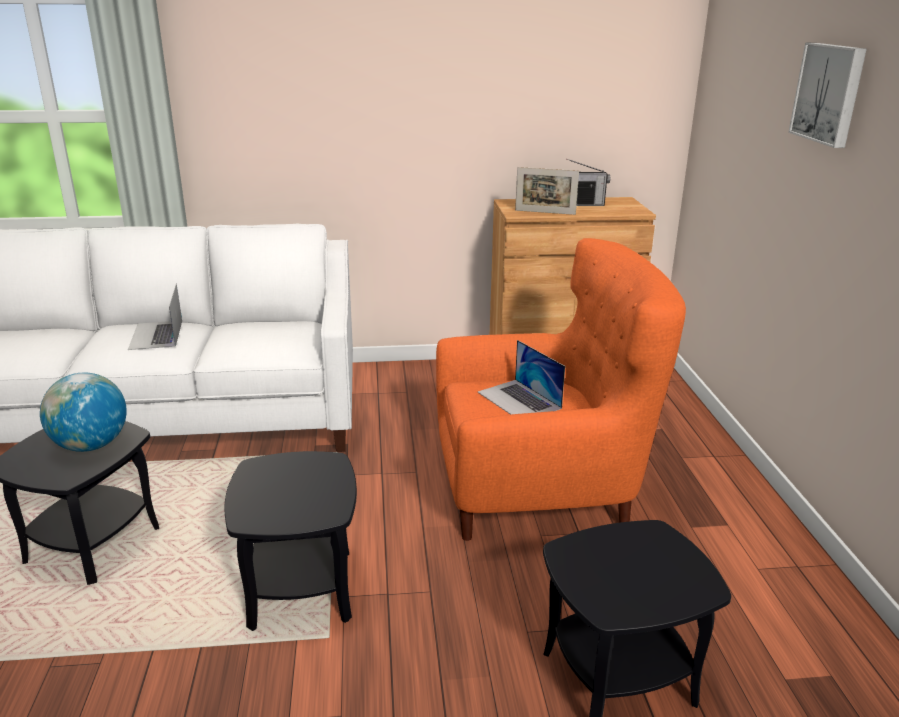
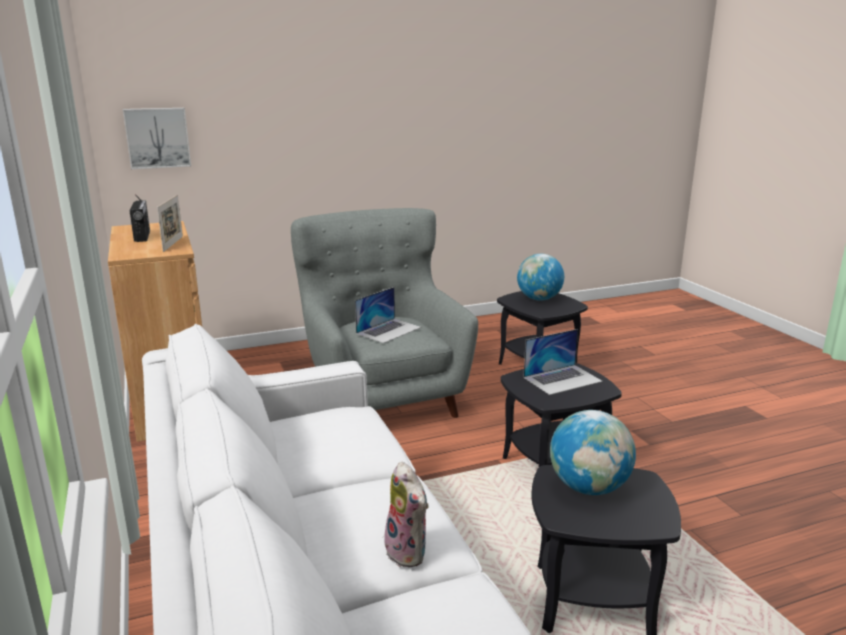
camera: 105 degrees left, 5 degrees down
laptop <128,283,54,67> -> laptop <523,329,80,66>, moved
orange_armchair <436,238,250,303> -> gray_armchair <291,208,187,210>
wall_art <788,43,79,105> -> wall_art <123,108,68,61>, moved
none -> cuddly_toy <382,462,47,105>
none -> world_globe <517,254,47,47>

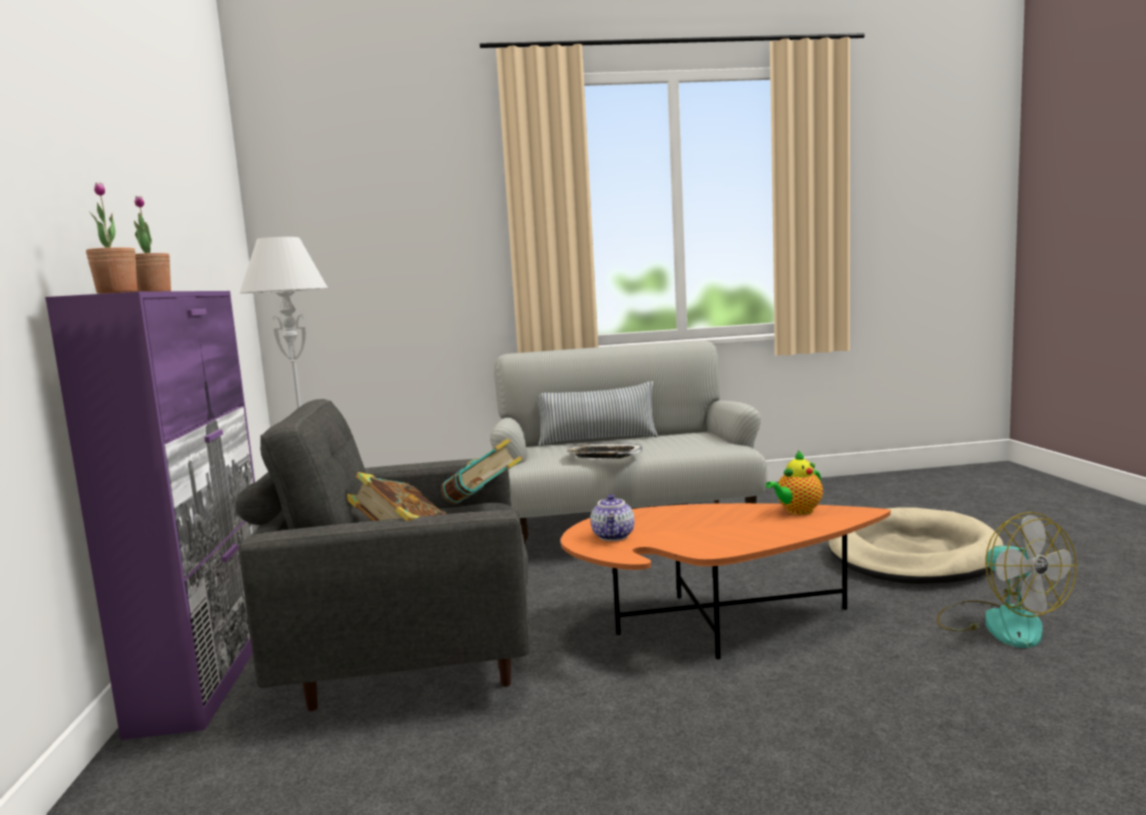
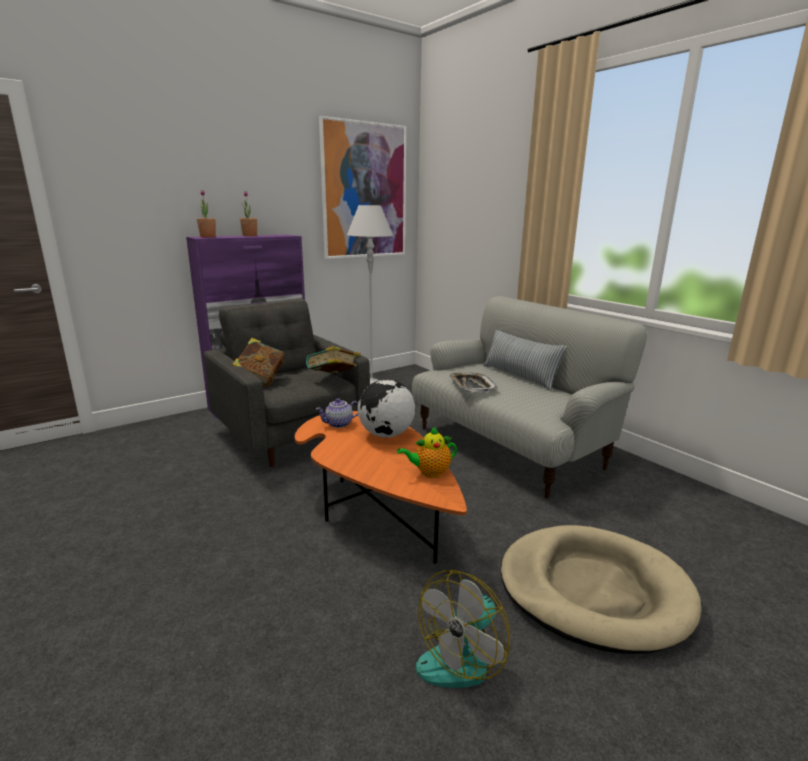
camera: 60 degrees right, 10 degrees up
tea_pot <766,450,57,65> -> tea_pot <397,427,60,50>, 45 degrees counterclockwise
none -> wall_art <319,116,87,143>
none -> world_globe <358,379,57,59>

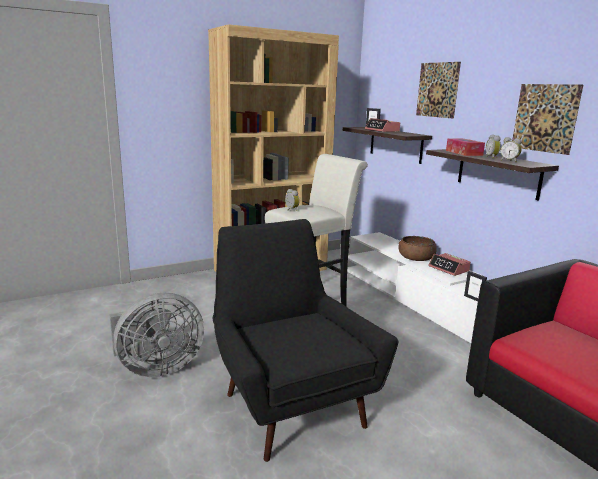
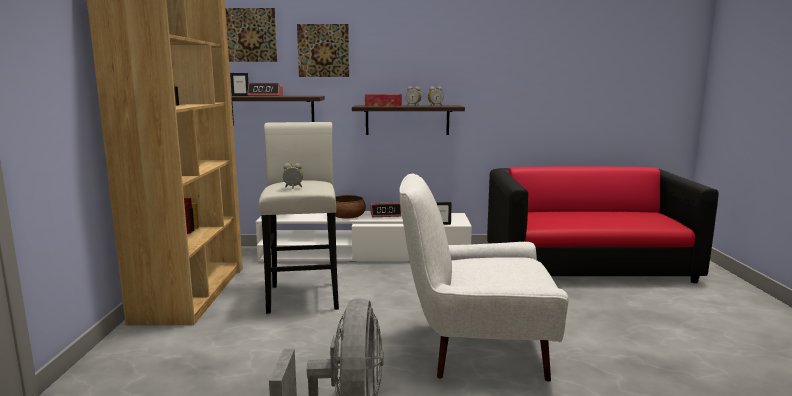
camera: 60 degrees left, 5 degrees down
blackish_armchair <213,219,185,243> -> white_armchair <399,173,170,209>
wall_art <512,84,71,71> -> wall_art <226,8,51,54>, moved

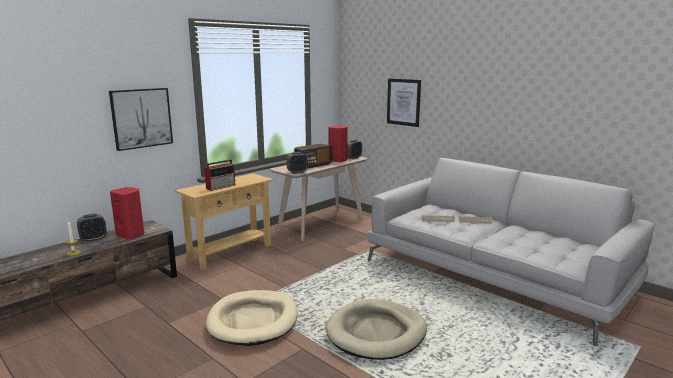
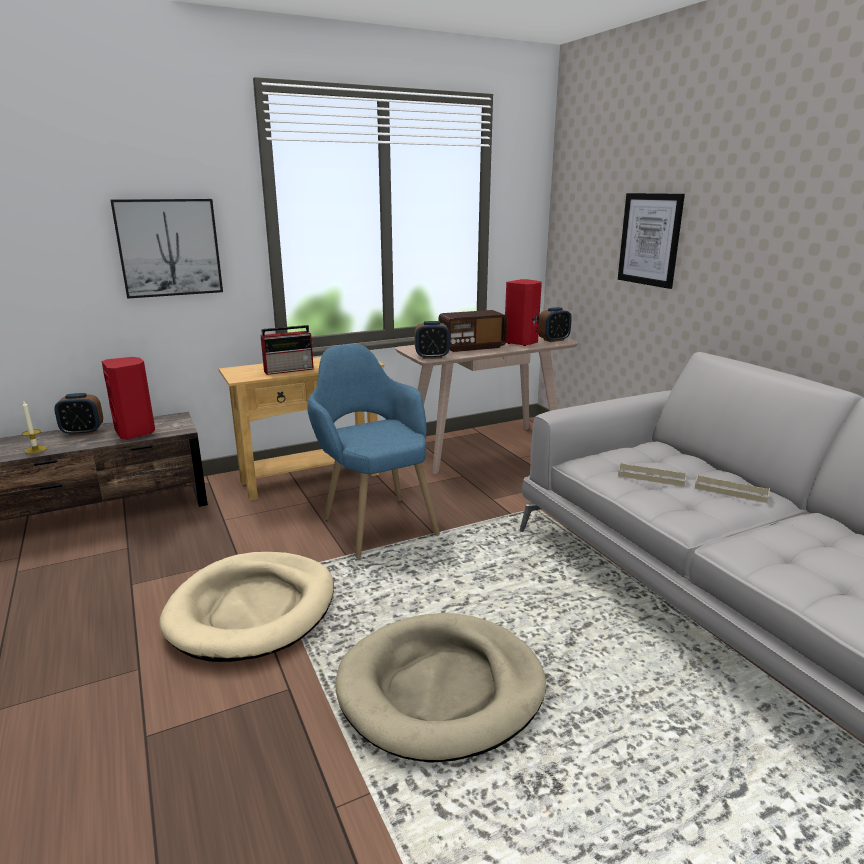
camera: 20 degrees right, 5 degrees up
none -> blue_armchair <307,344,133,214>

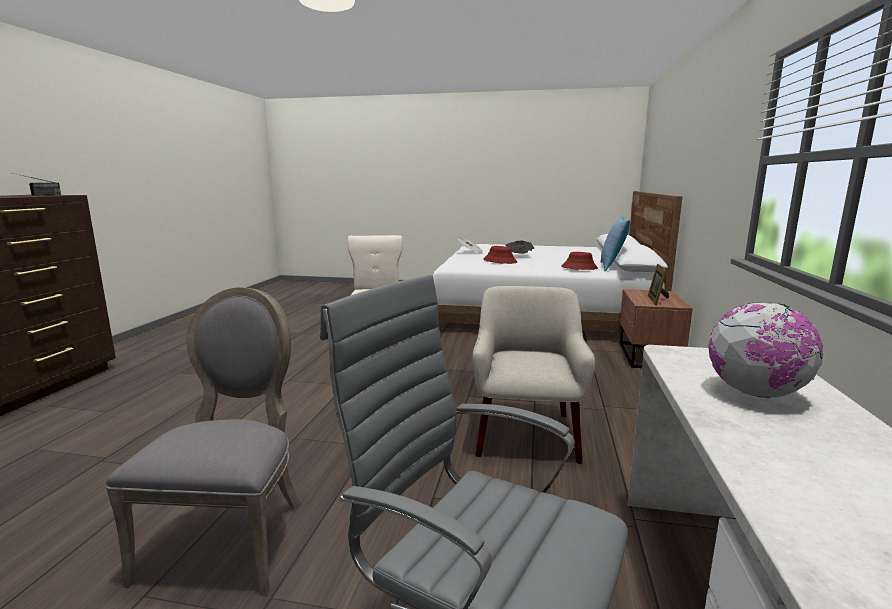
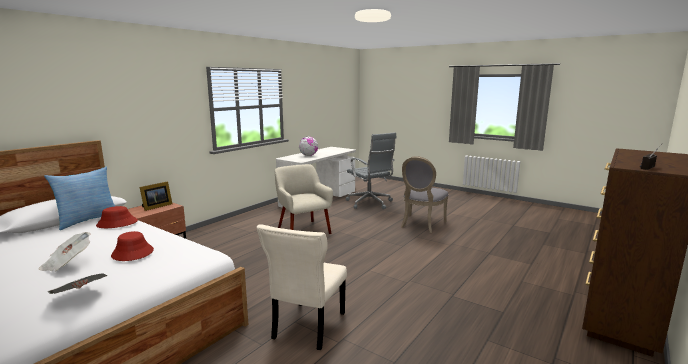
camera: 155 degrees left, 0 degrees up
beige-coloured_armchair <472,286,123,178> -> beige-coloured_armchair <275,164,58,70>, 120 degrees clockwise

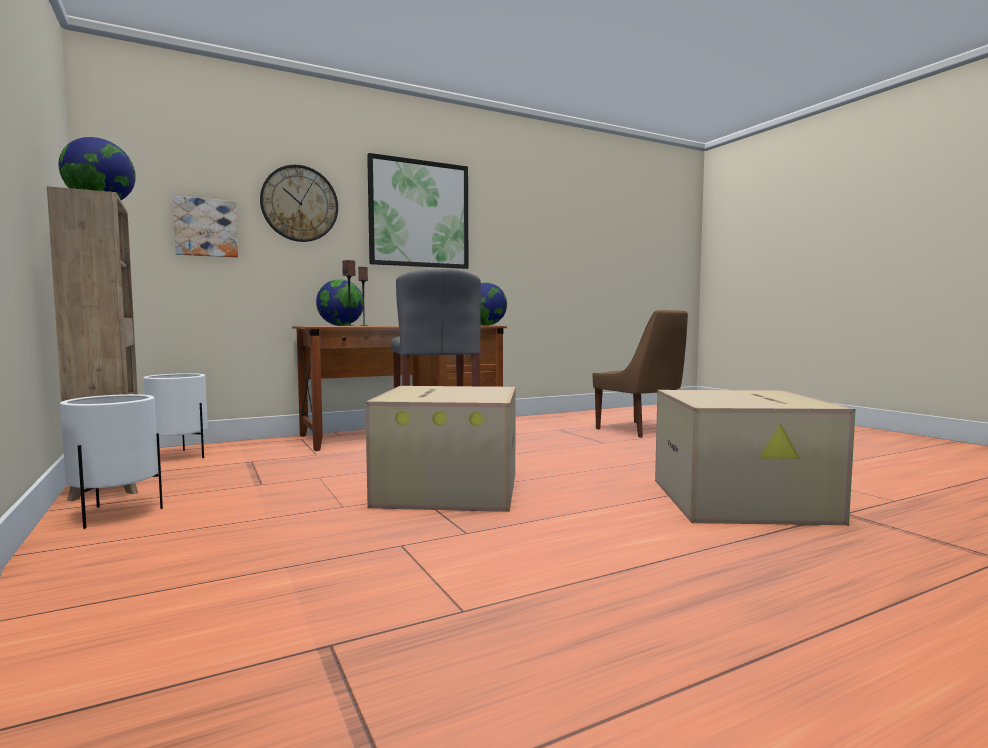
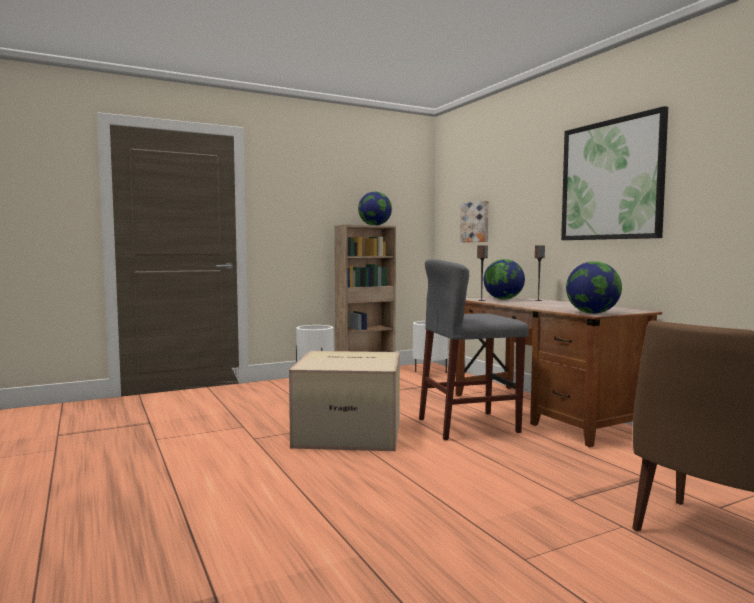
camera: 90 degrees right, 0 degrees up
wall_clock <260,165,78,77> -> none
packing_box <655,390,201,135> -> none

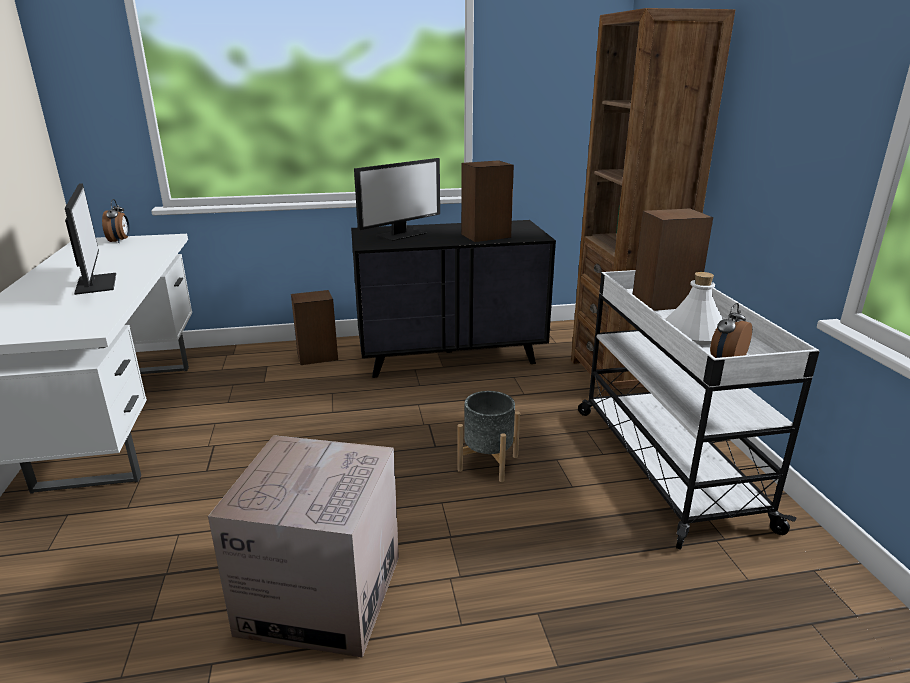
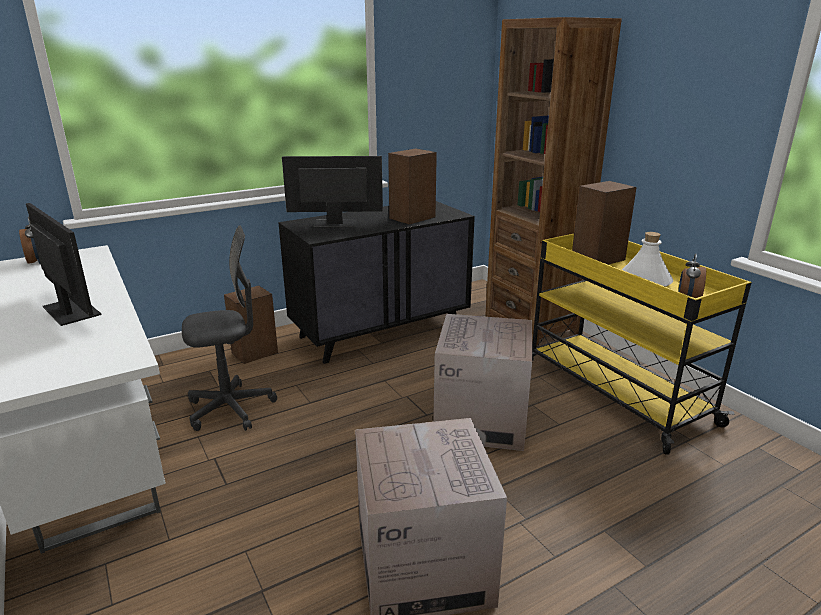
camera: 20 degrees left, 0 degrees up
monitor <354,158,86,83> -> monitor <282,156,101,72>, 120 degrees counterclockwise
gray_planter <457,391,63,91> -> packing_box <433,314,99,137>
white_trolley <578,270,242,280> -> yellowish_trolley <532,234,219,221>
none -> gray_desk_chair <182,225,95,206>

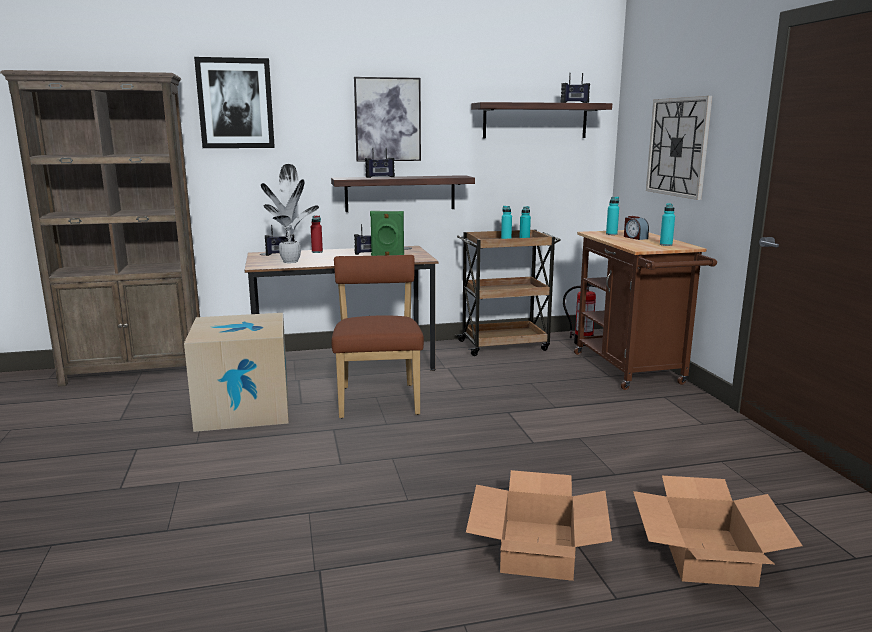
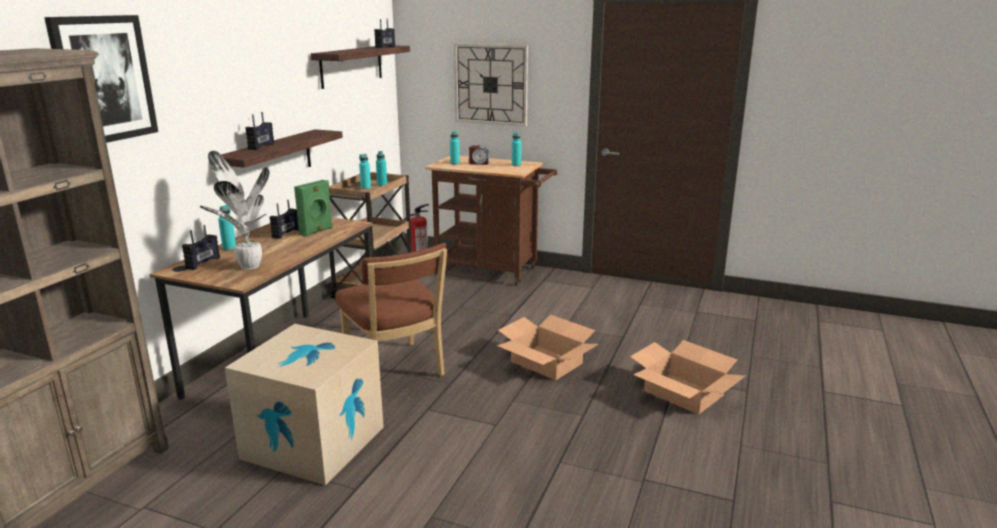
camera: 55 degrees left, 5 degrees up
red-coloured_bottle <311,215,12,38> -> turquoise_bottle <218,205,18,46>
brown_upright_chair <331,255,93,163> -> brown_upright_chair <335,243,112,133>, 150 degrees counterclockwise
wall_art <354,77,67,85> -> none
packing_box <633,476,170,111> -> packing_box <497,315,101,65>, moved

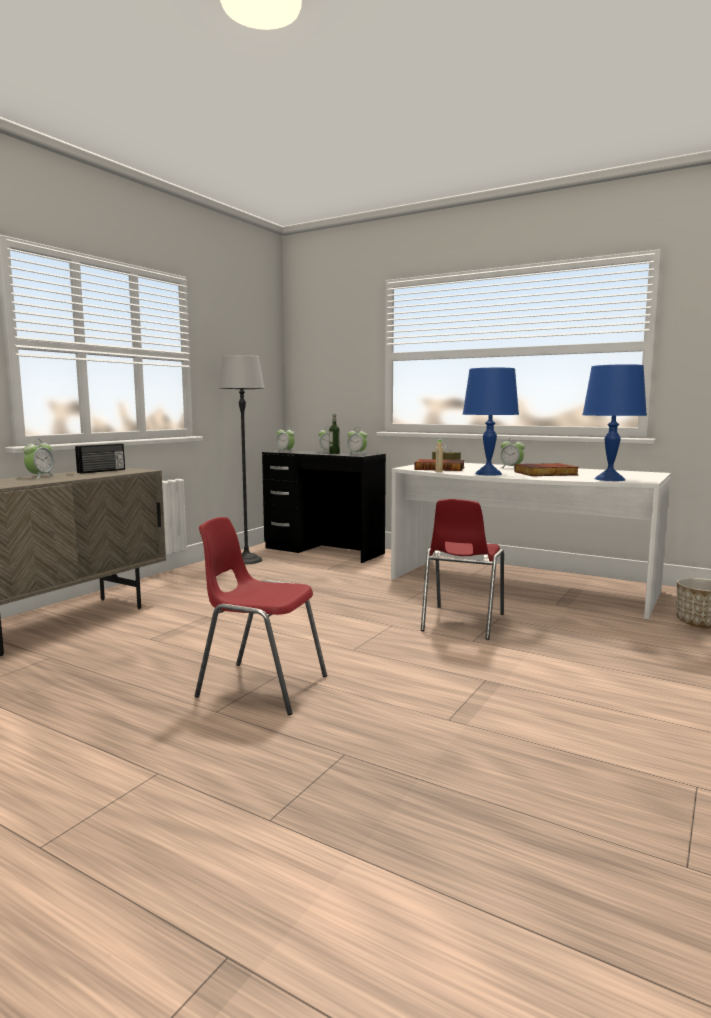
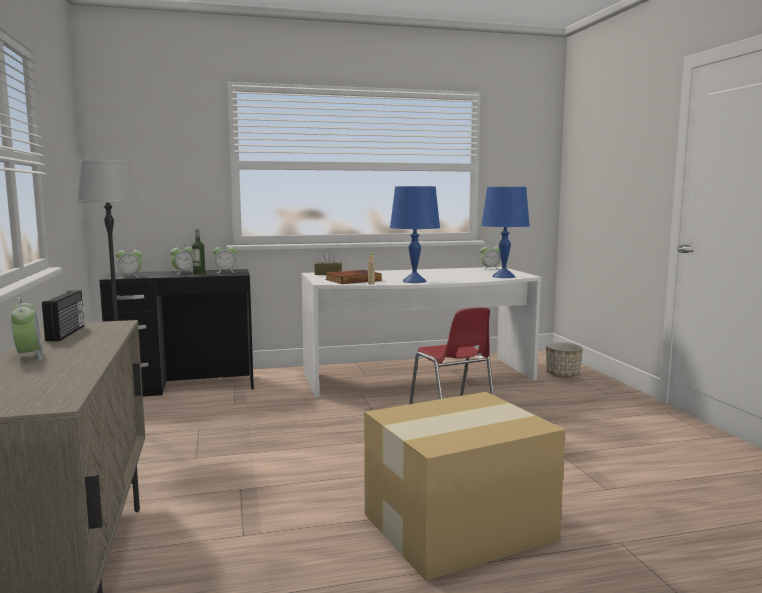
camera: 45 degrees left, 0 degrees up
red-coloured_upright_chair <195,517,132,198> -> packing_box <364,392,201,189>
table_clock <500,438,25,30> -> table_clock <480,246,20,24>, moved
book <514,463,65,13> -> none

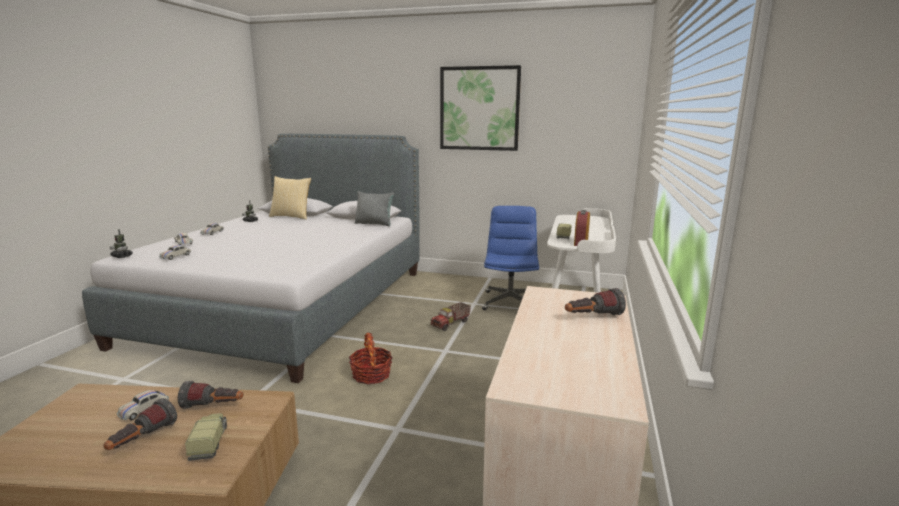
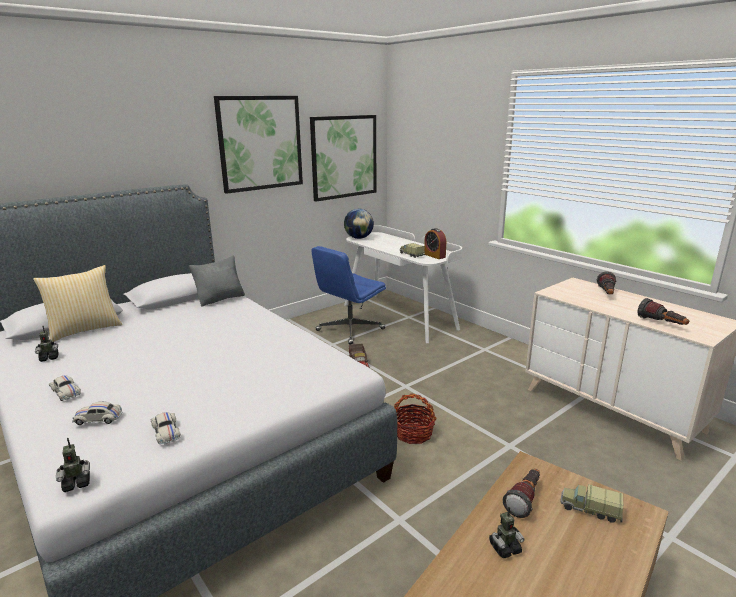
camera: 55 degrees left, 5 degrees up
torch <103,398,74,52> -> torch <638,298,51,27>, moved
white_toy_car <117,390,52,30> -> robot_figure <489,507,35,51>
blue_desk_chair <482,206,57,104> -> blue_desk_chair <312,246,74,99>, 90 degrees counterclockwise
none -> wall_art <310,115,66,87>
none -> world_globe <344,209,30,30>

